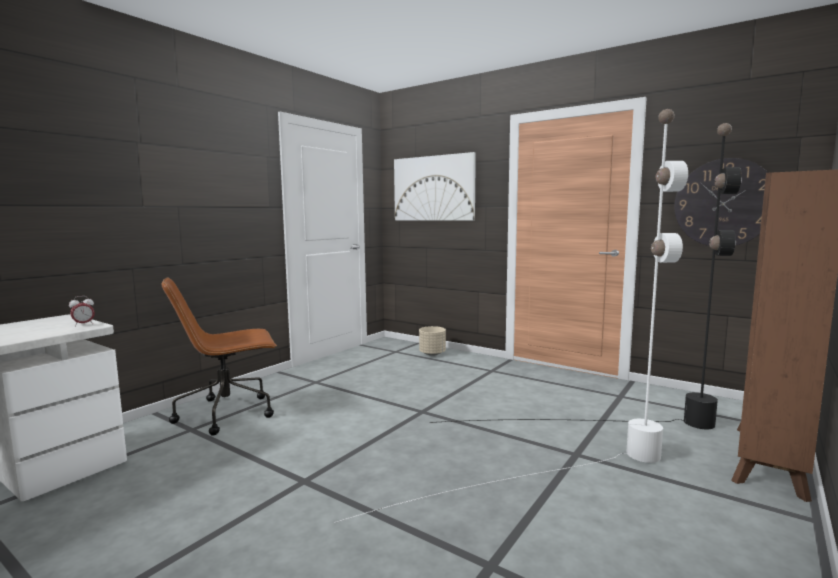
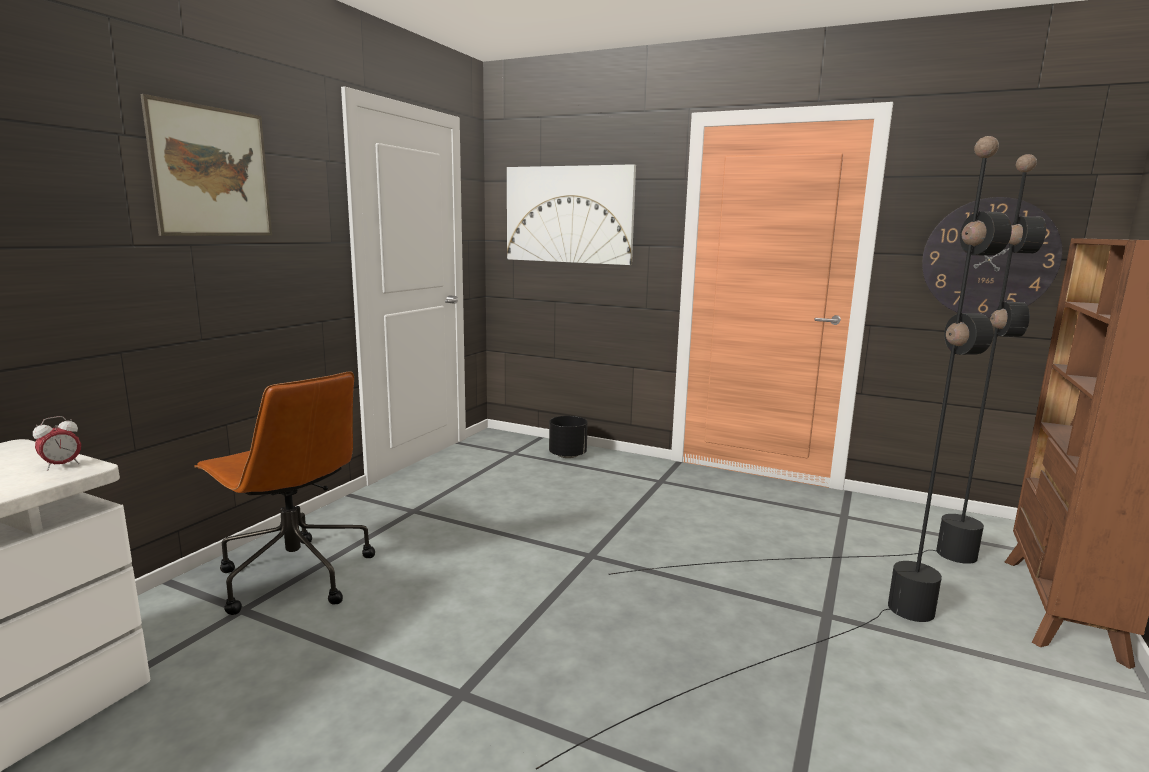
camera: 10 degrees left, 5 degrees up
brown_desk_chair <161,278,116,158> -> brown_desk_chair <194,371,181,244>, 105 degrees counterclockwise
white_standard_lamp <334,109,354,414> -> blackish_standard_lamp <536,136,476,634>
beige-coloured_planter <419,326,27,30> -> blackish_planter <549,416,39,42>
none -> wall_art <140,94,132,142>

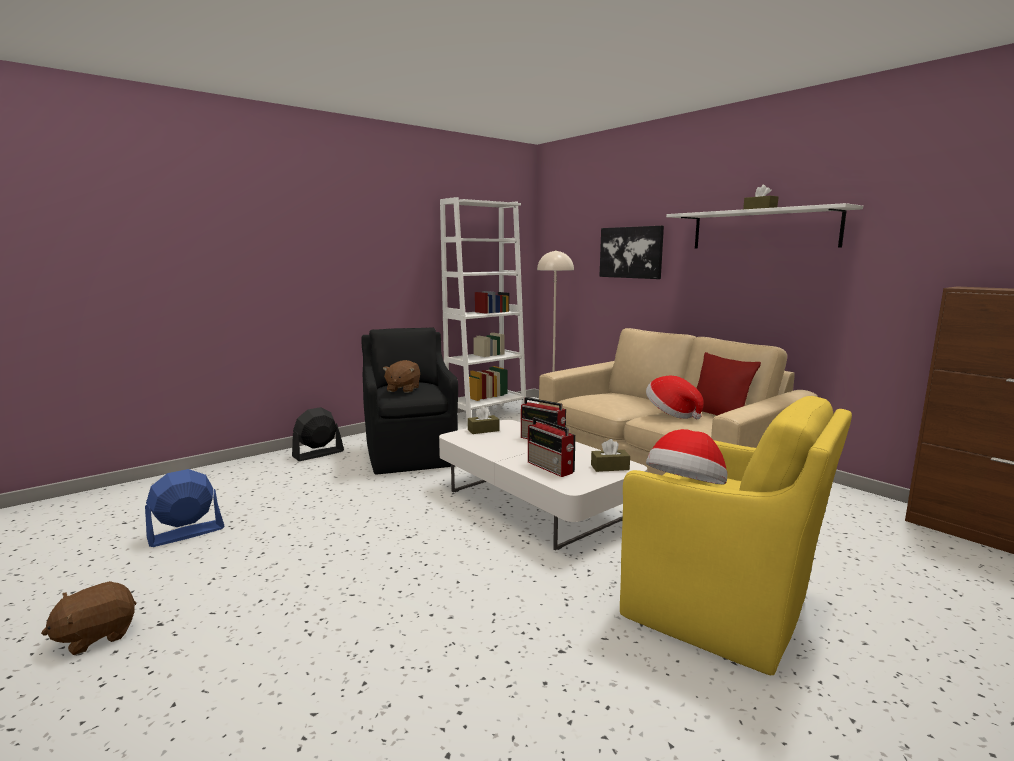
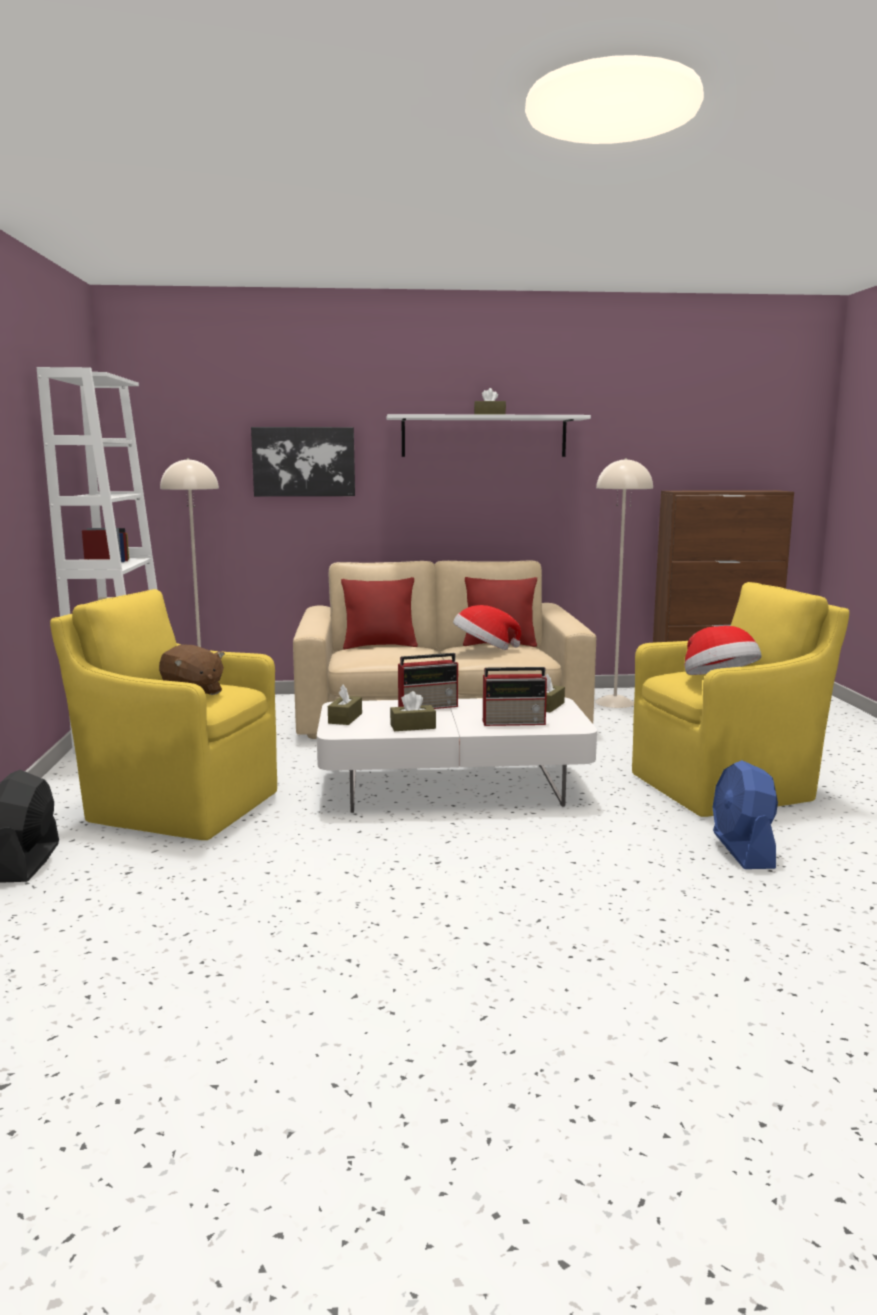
camera: 55 degrees left, 0 degrees up
brown_cuddly_toy <41,581,95,74> -> none
blue_cooling_fan <145,469,80,78> -> blue_cooling_fan <712,760,66,109>, moved
blackish_armchair <361,327,97,148> -> yellowish_armchair <50,589,227,251>
none -> red-coloured_throw_pillow <341,577,77,72>
none -> brown_box_of_tissues <390,691,46,40>
none -> beige-coloured_standard_lamp <595,458,58,250>

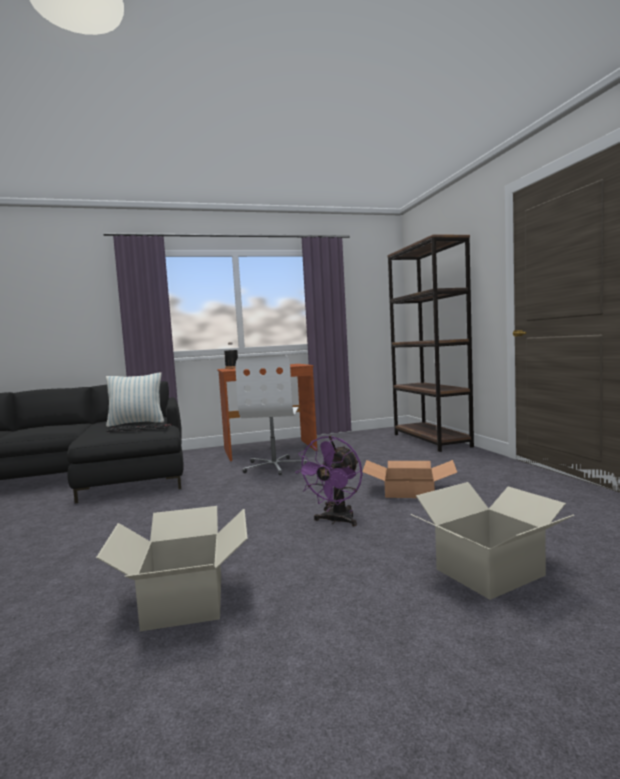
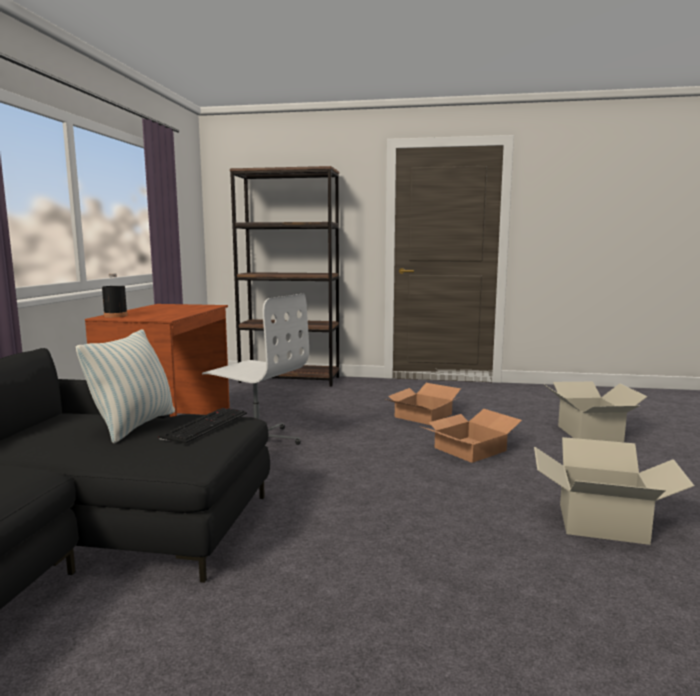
camera: 65 degrees left, 5 degrees up
purplish_cooling_fan <295,436,67,90> -> packing_box <420,409,102,54>

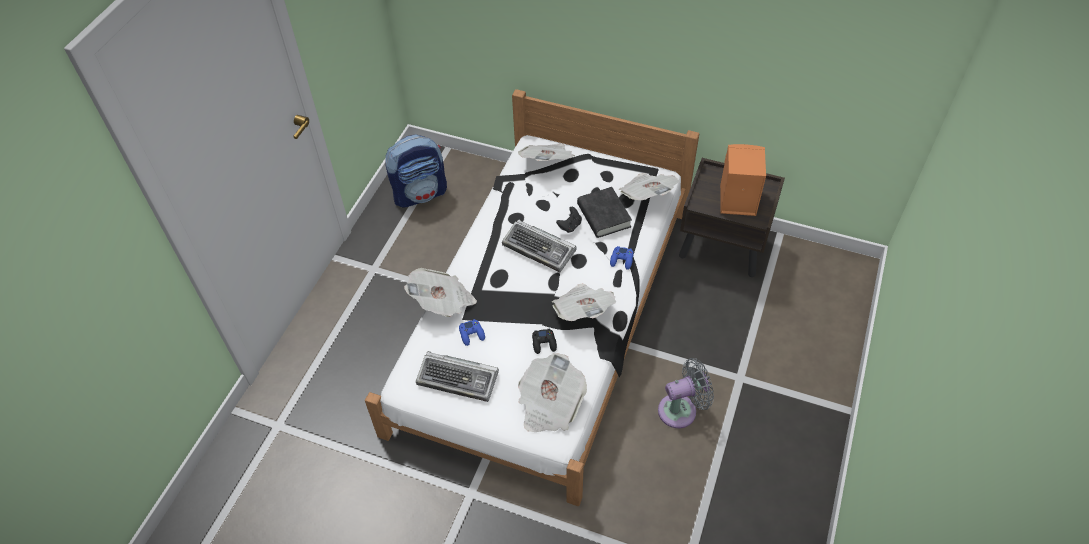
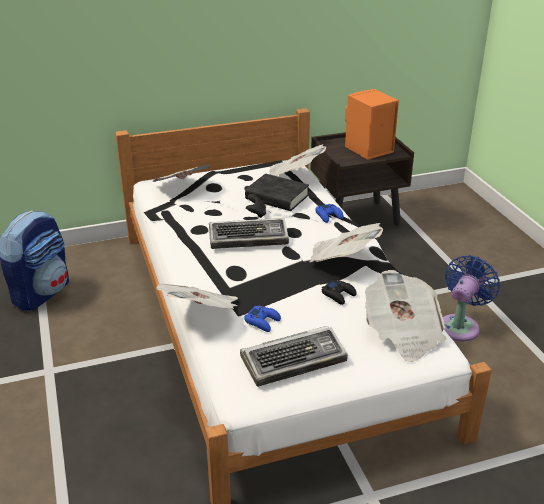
camera: 40 degrees left, 20 degrees down
gray_cooling_fan <658,358,56,70> -> blue_cooling_fan <443,255,57,87>

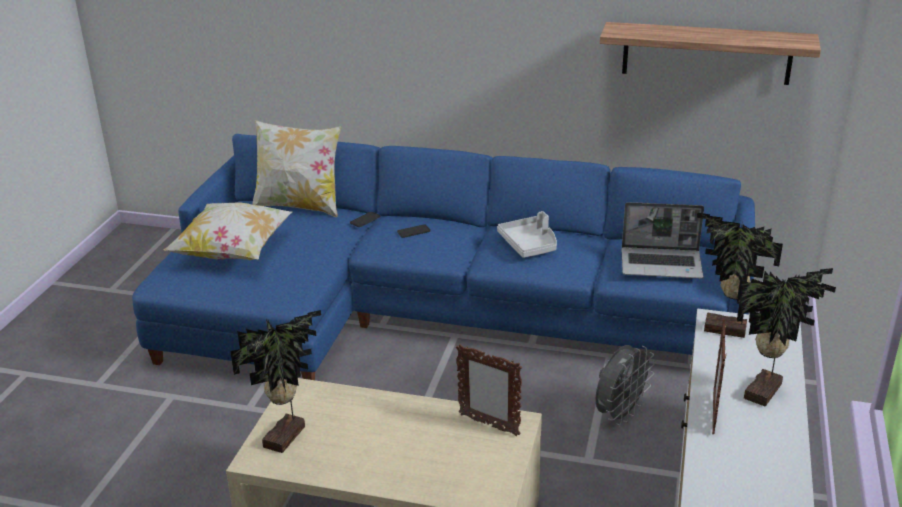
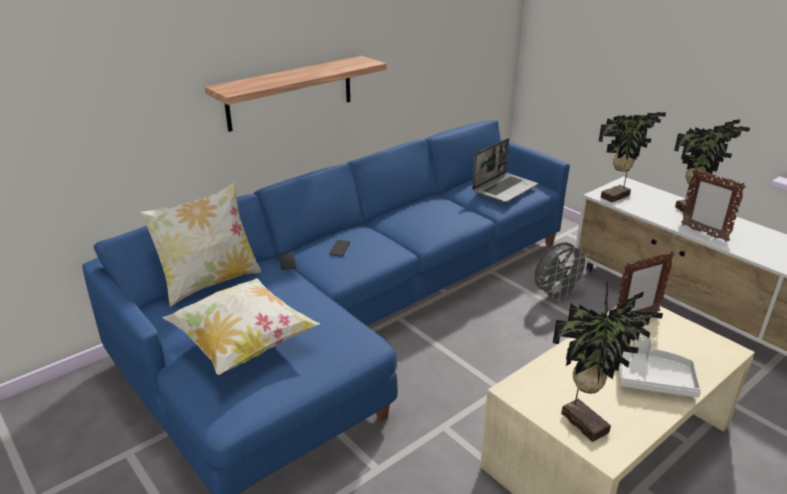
camera: 55 degrees left, 0 degrees up
gray_tray <497,211,60,47> -> gray_tray <618,336,83,61>, moved
gray_cooling_fan <595,345,60,80> -> gray_cooling_fan <534,242,56,59>, 75 degrees clockwise
shelf <600,22,221,63> -> shelf <205,56,182,76>, moved

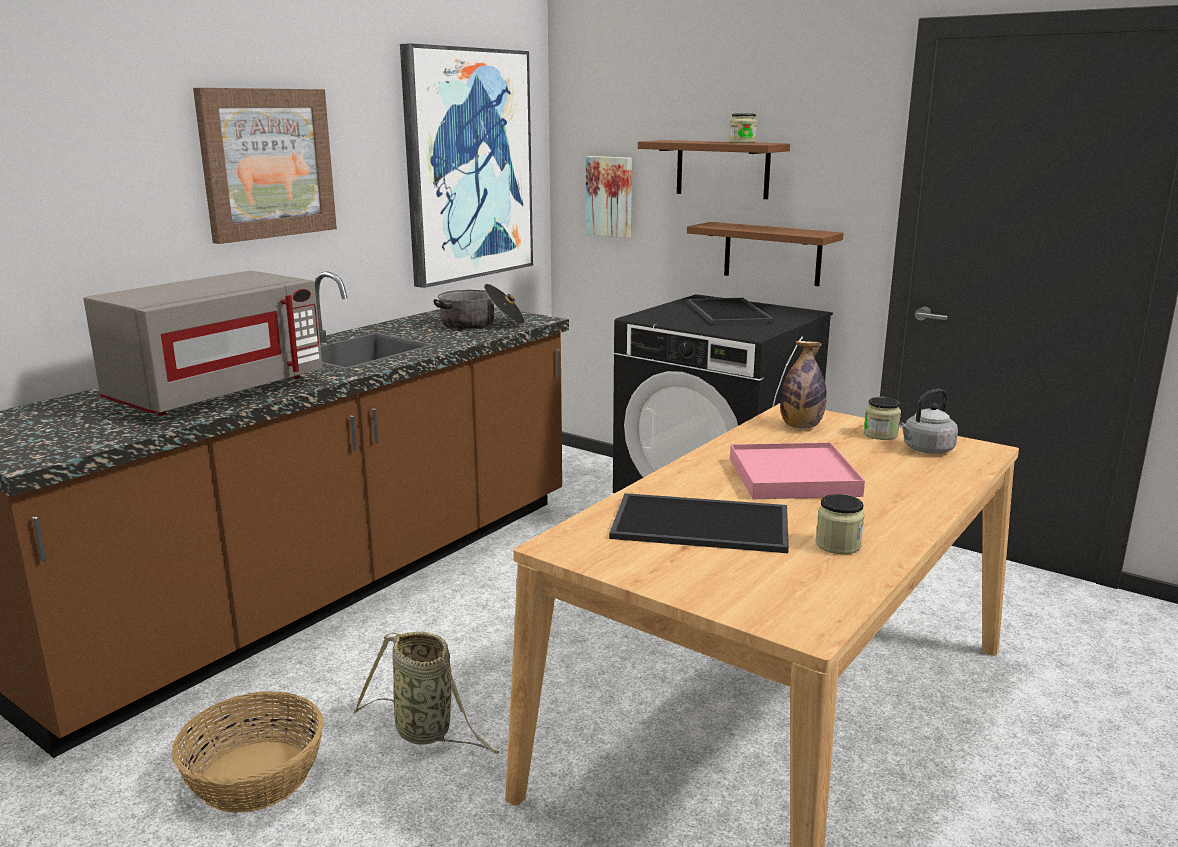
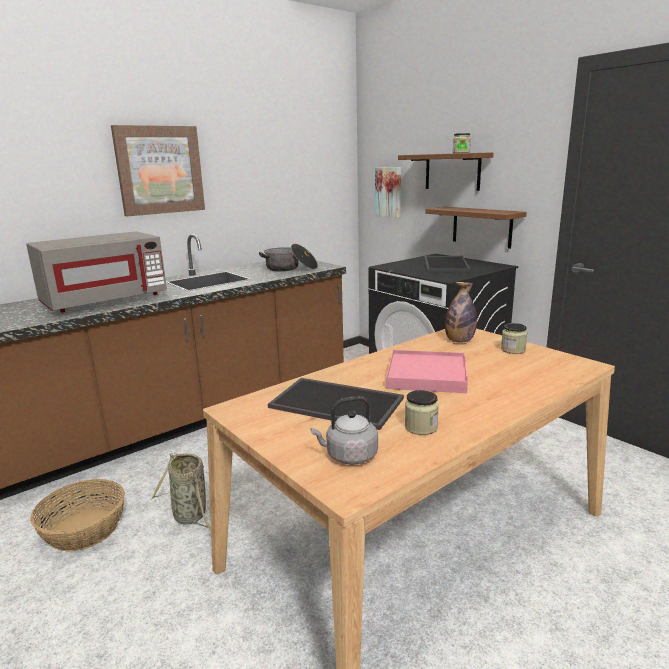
camera: 15 degrees right, 0 degrees up
wall_art <400,43,133,245> -> none
gray_kettle <899,389,59,65> -> gray_kettle <310,396,68,69>, moved

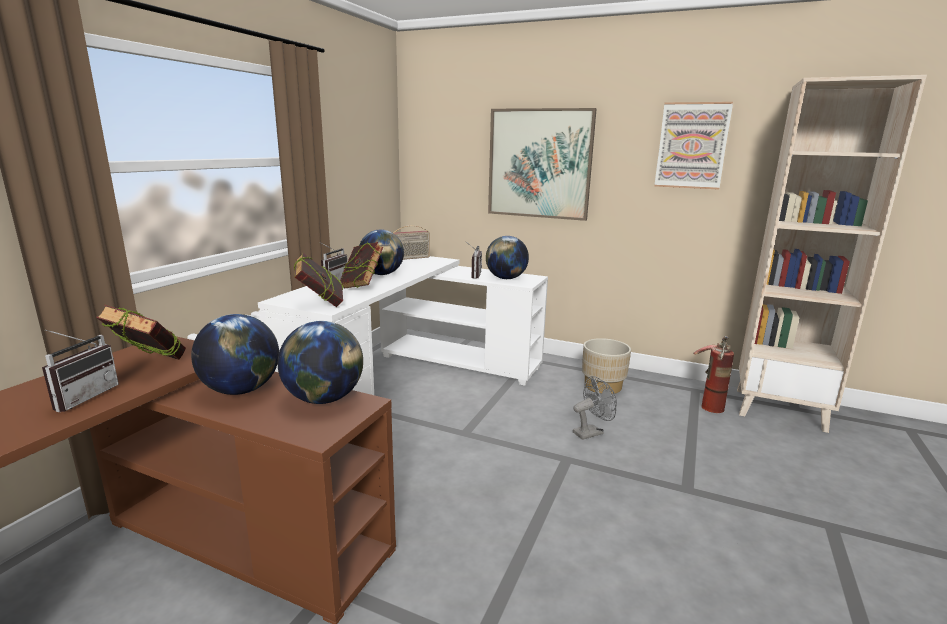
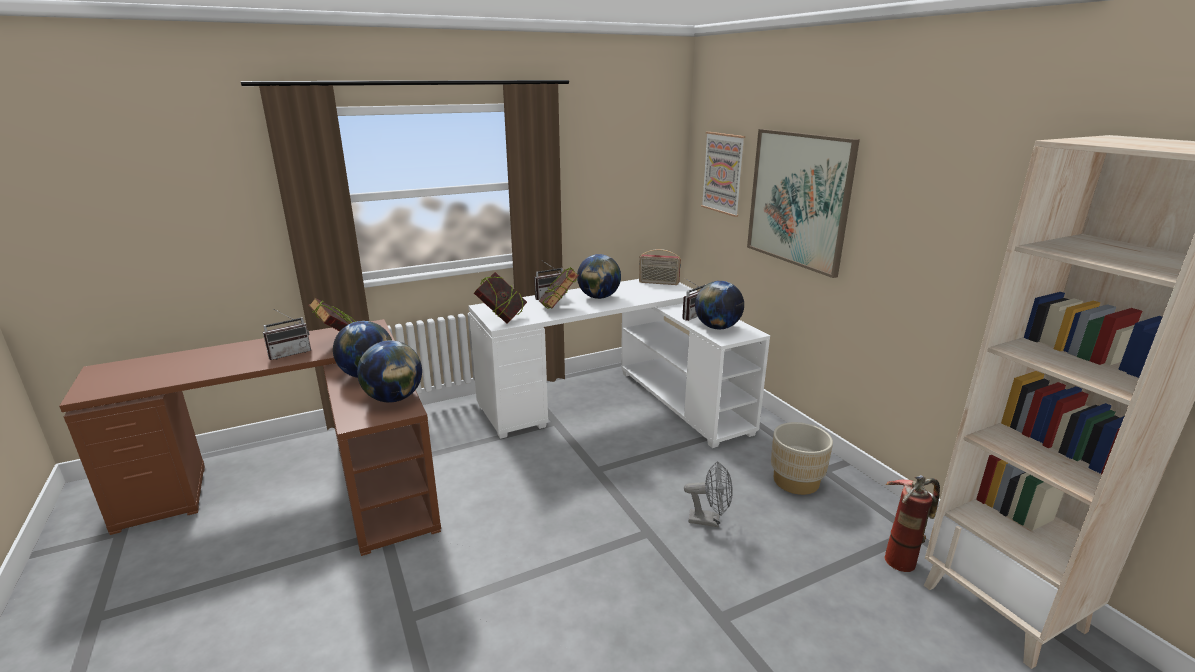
camera: 40 degrees right, 5 degrees up
wall_art <654,102,79,88> -> wall_art <701,132,44,85>, moved

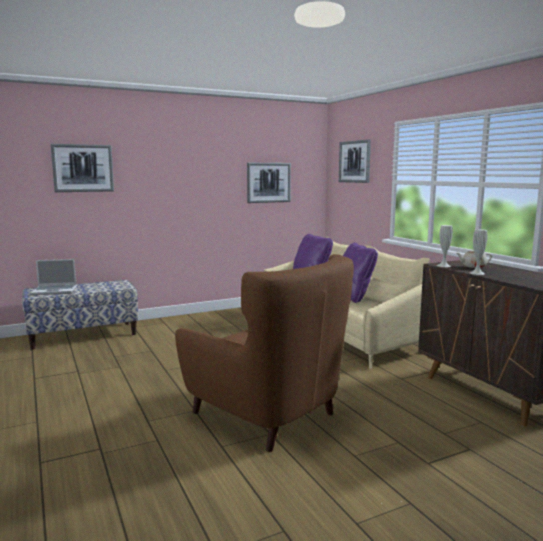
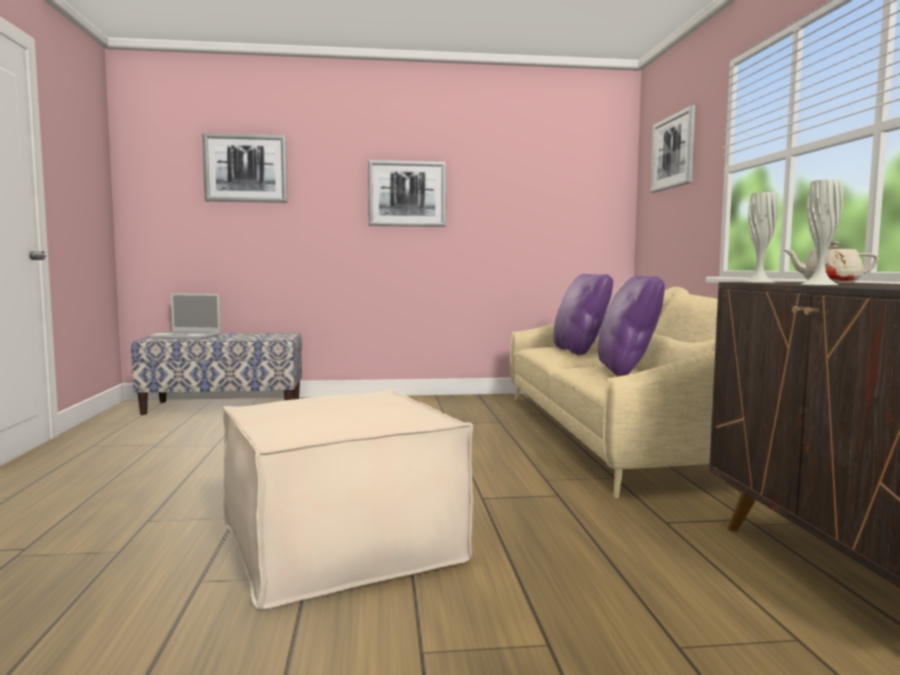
camera: 20 degrees right, 5 degrees down
brown_armchair <175,254,179,198> -> beige-coloured_pouffe <222,389,251,221>
wall_art <247,163,44,40> -> wall_art <368,160,78,67>, moved

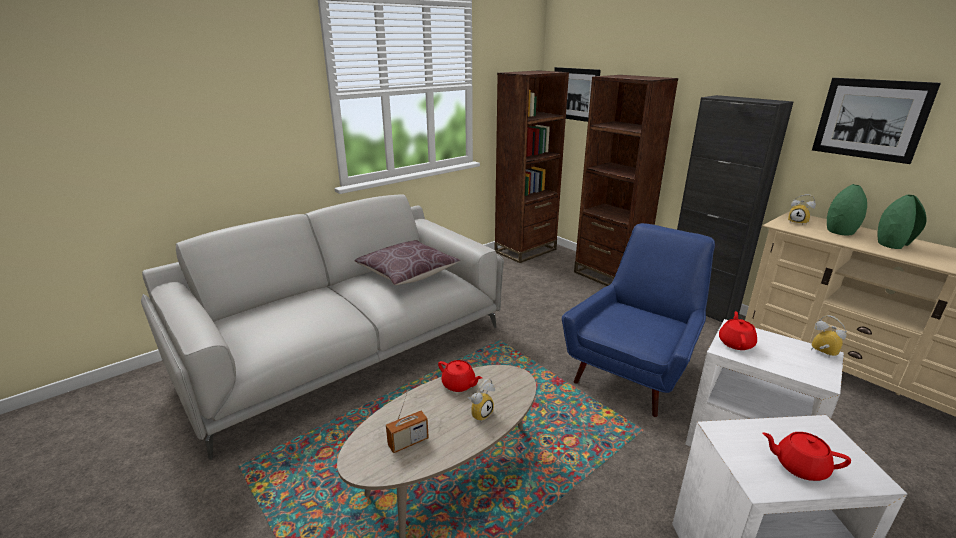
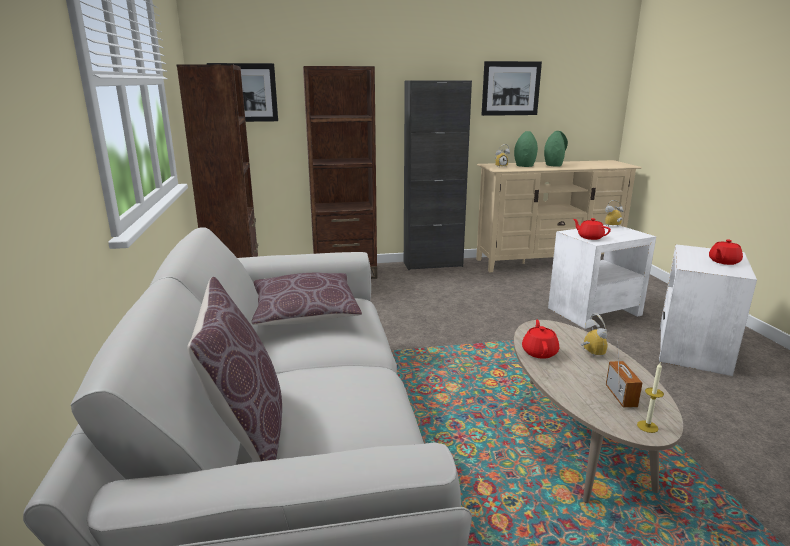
camera: 60 degrees left, 5 degrees down
red-coloured_tea_pot <438,360,44,32> -> red-coloured_tea_pot <522,320,37,39>, 60 degrees counterclockwise
blue_armchair <562,223,153,194> -> none
none -> brown_throw_pillow <187,277,95,185>
none -> wax_light <637,363,27,70>

